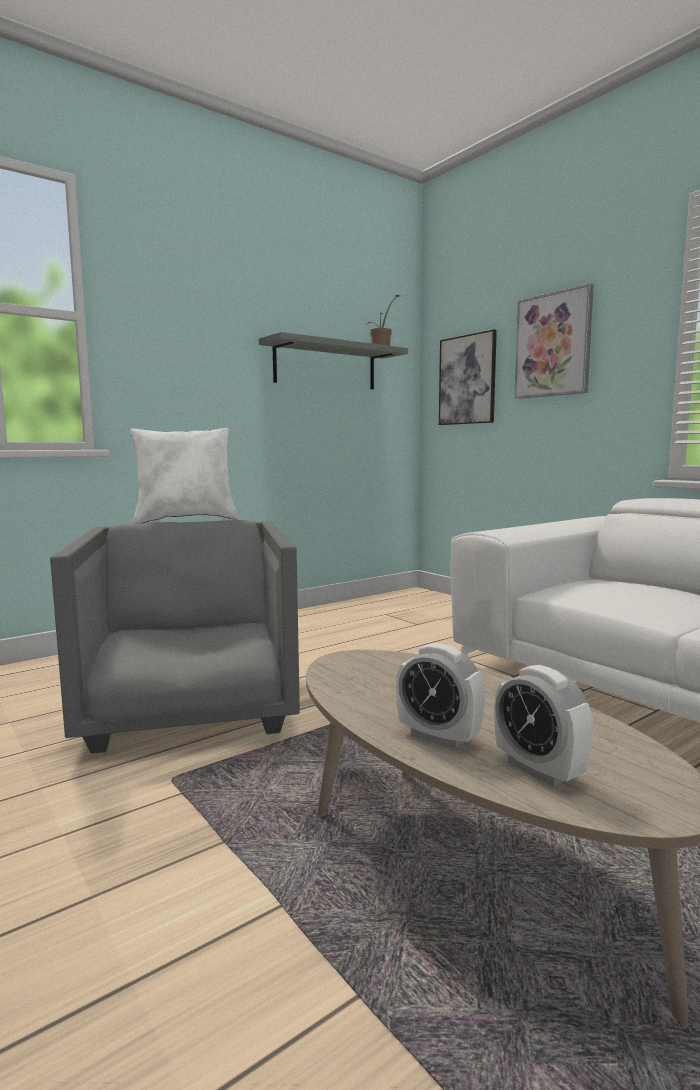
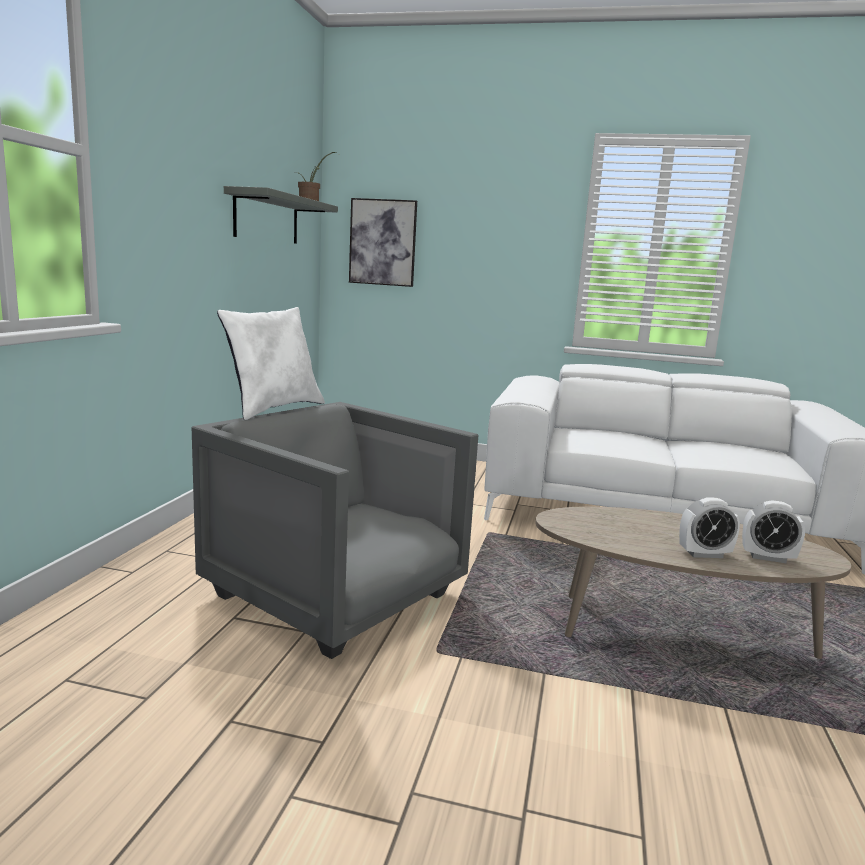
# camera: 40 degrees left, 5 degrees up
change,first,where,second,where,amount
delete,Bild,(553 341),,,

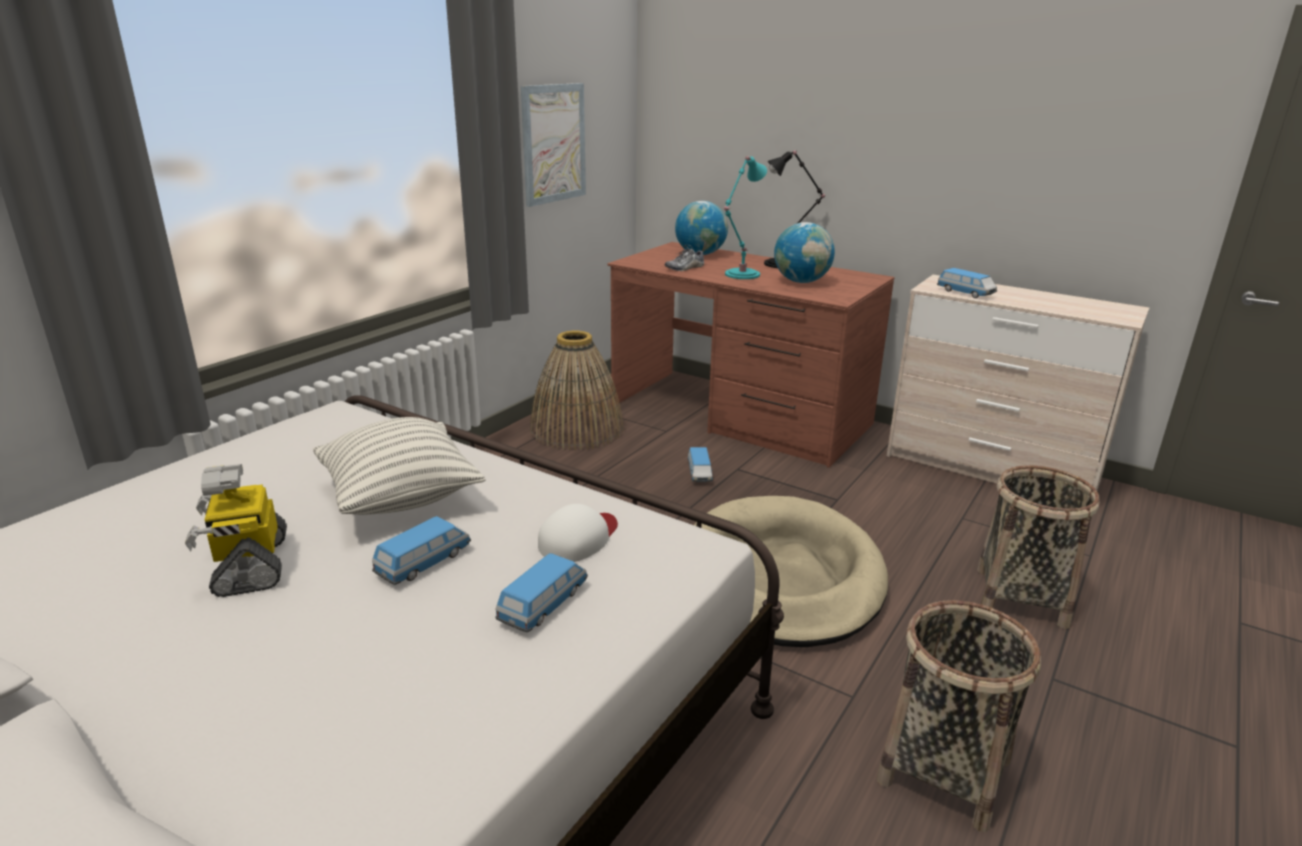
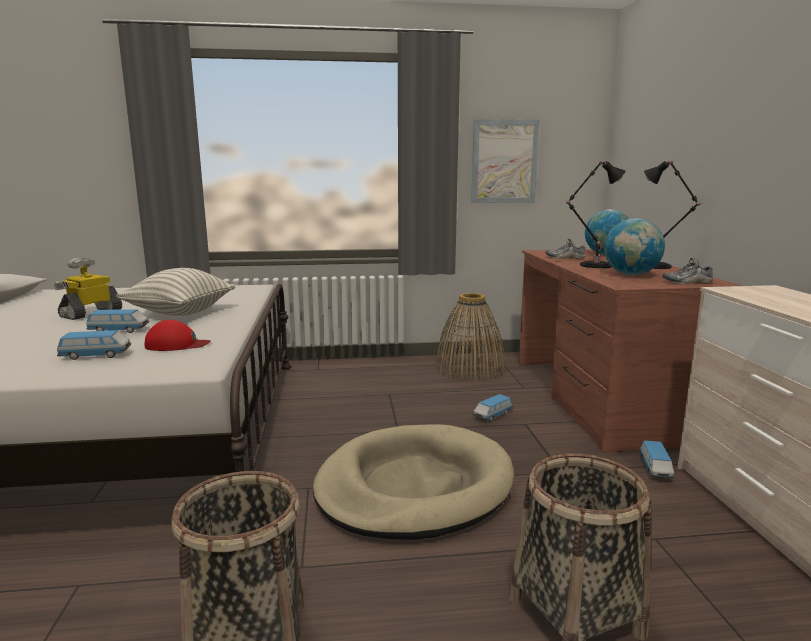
# camera: 50 degrees right, 10 degrees down
change,first,where,second,where,amount
insert,,,Schuh,(687 271),
move,Spielzeugauto,(967 283),,(656 459),
recolor,Kappe [weiß],(578 533),Kappe [rot],(178 335),
recolor,Tischlampe [türkis],(745 217),Tischlampe [schwarz],(595 214),

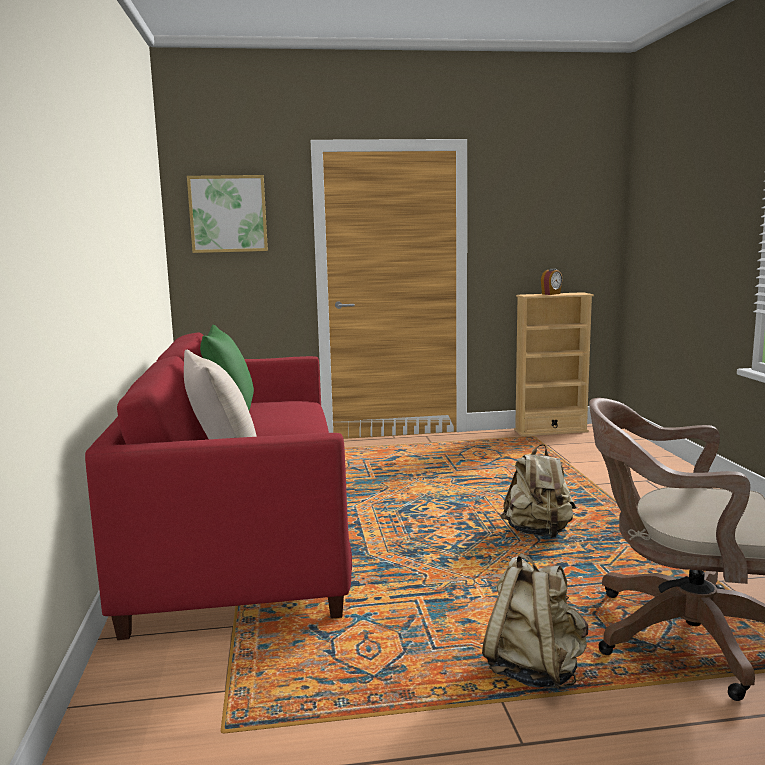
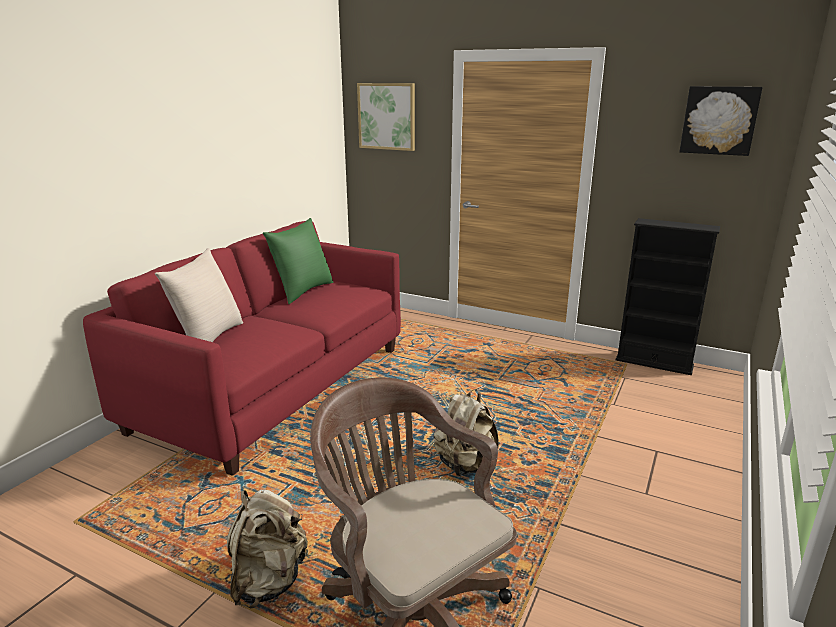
# camera: 35 degrees right, 10 degrees up
change,first,where,second,where,amount
delete,Wecker,(551 282),,,
insert,,,Bild,(721 121),
recolor,Bücherregal [beige],(554 364),Bücherregal [schwarz],(668 296),

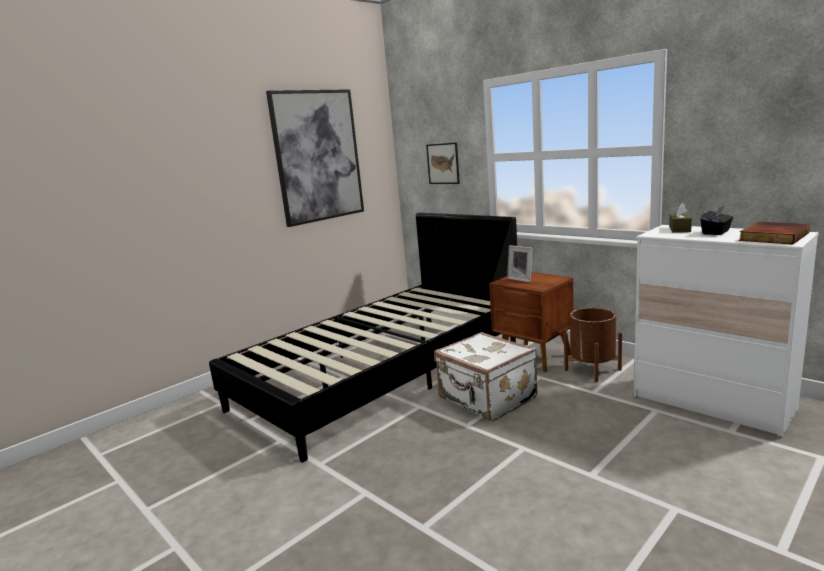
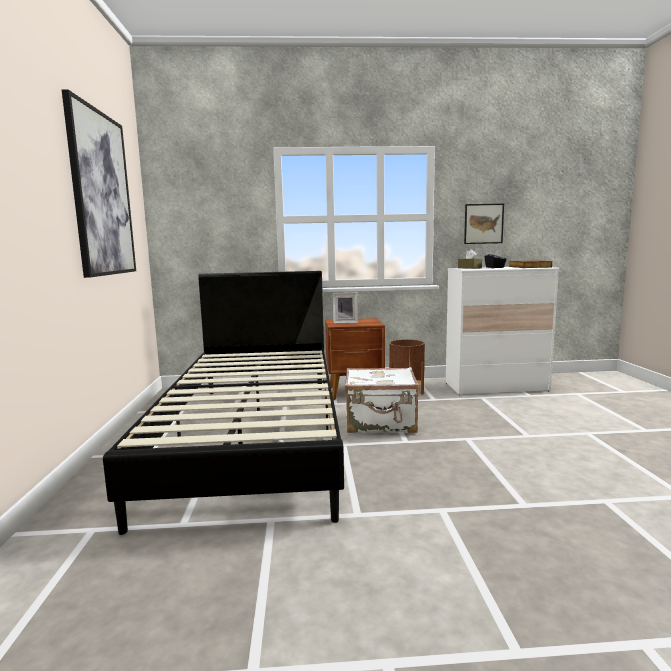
# camera: 50 degrees left, 5 degrees down
change,first,where,second,where,amount
move,Bild,(443 163),,(484 224),

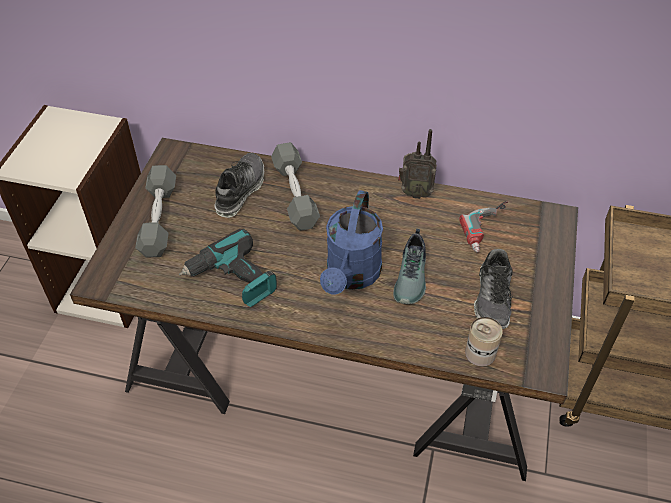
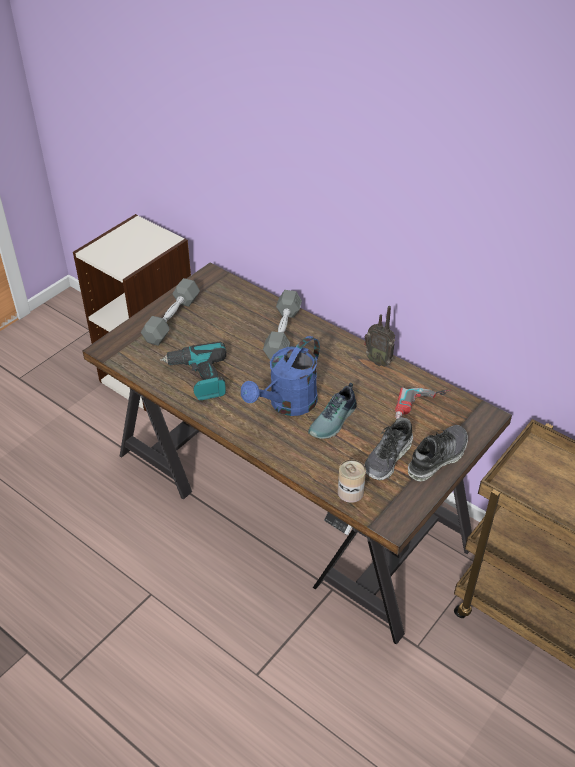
# camera: 25 degrees right, 5 degrees down
change,first,where,second,where,amount
move,Schuh,(239 185),,(438 453),

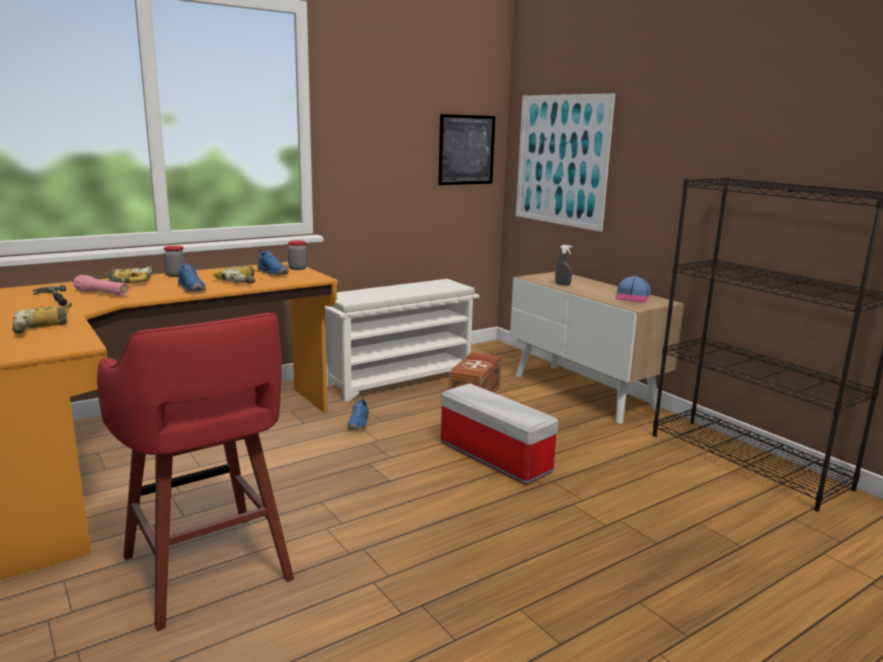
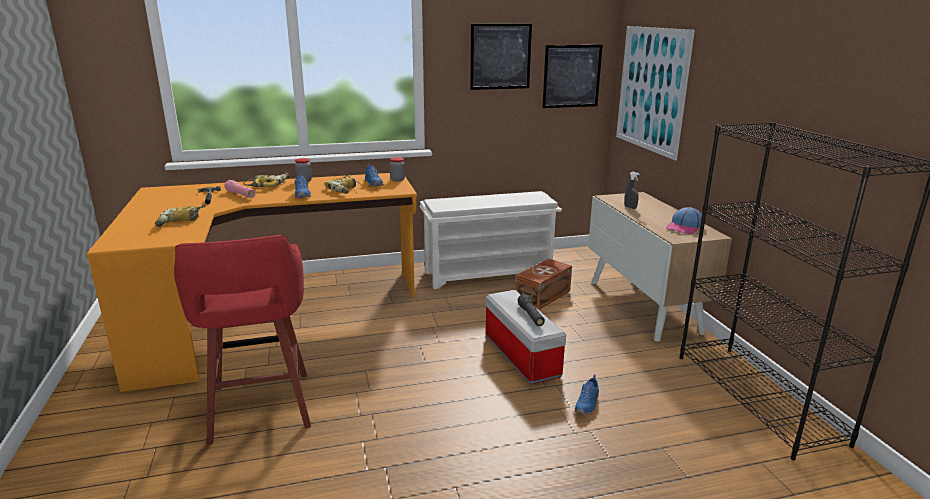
# camera: 20 degrees right, 5 degrees up
change,first,where,second,where,amount
insert,,,Bild,(501 56),
insert,,,Taschenlampe [schwarz],(531 310),
move,Schuh [blau],(358 413),,(586 394),

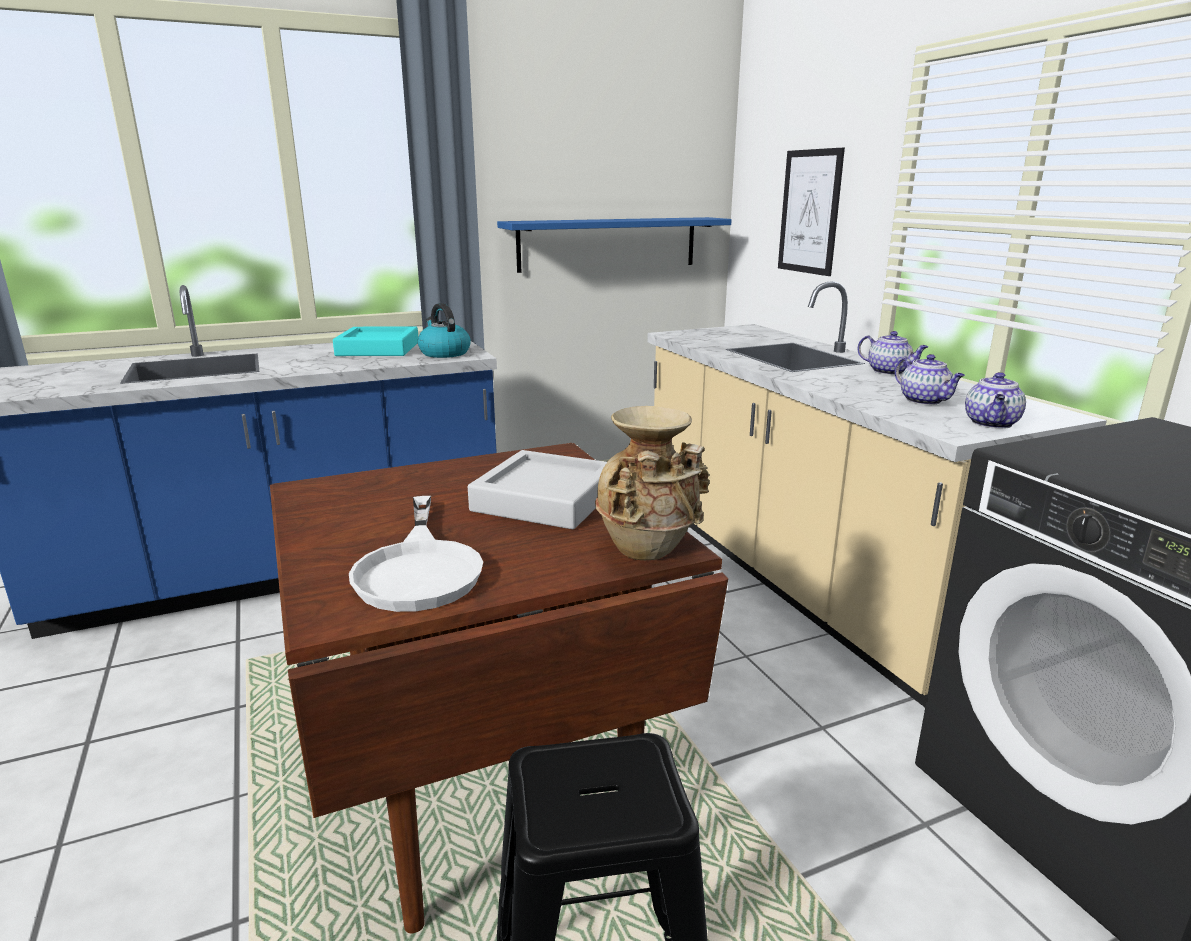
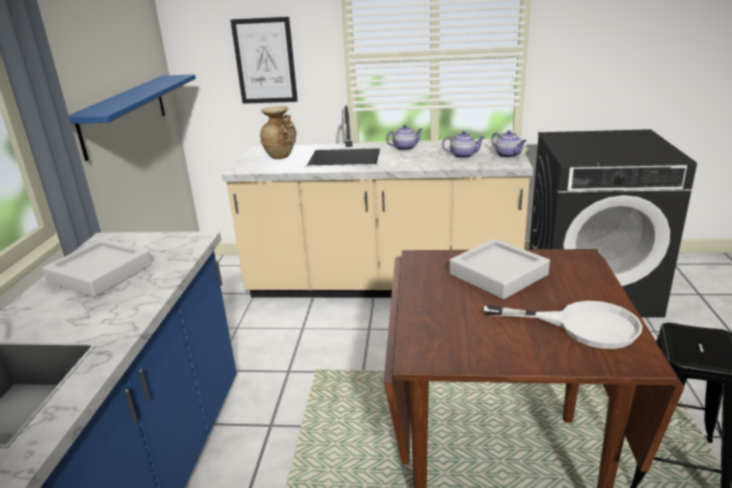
# camera: 60 degrees left, 5 degrees up
change,first,where,second,where,amount
delete,Wasserkessel,(444 330),,,
move,Vase [beige],(652 483),,(278 132),
recolor,Tablett [türkis],(375 341),Tablett [grau],(97 268),

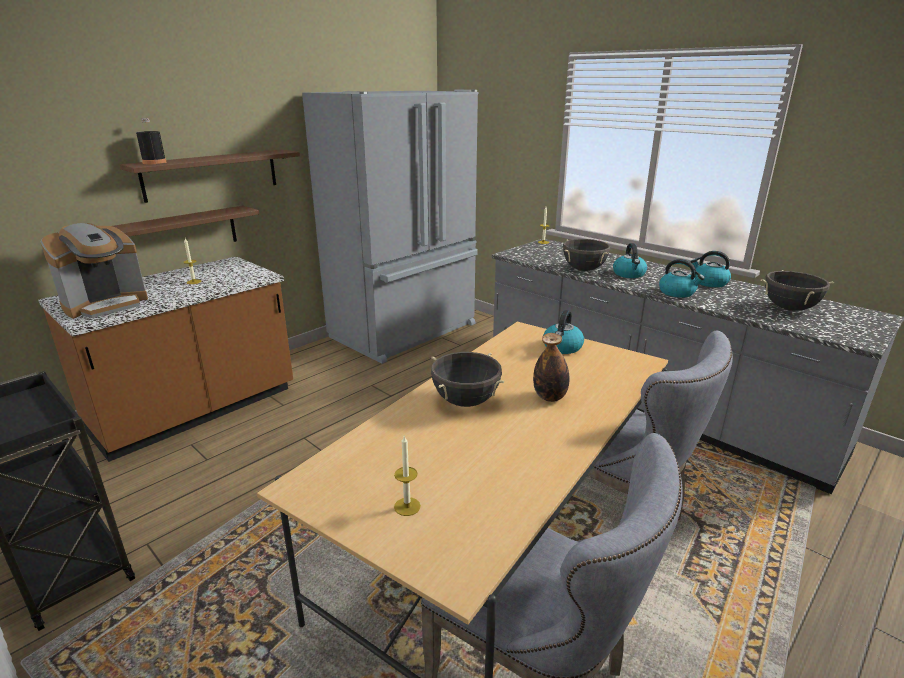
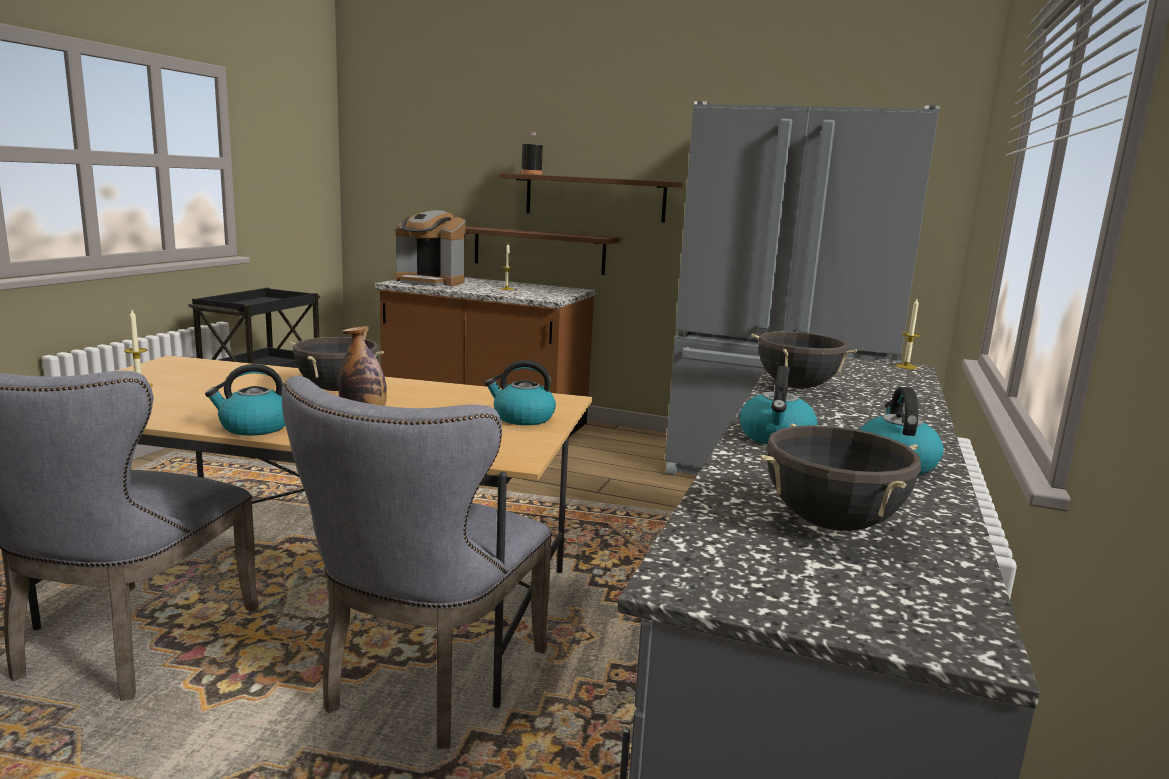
# camera: 65 degrees right, 10 degrees down
change,first,where,second,where,amount
move,Wasserkessel,(630 260),,(245 400),

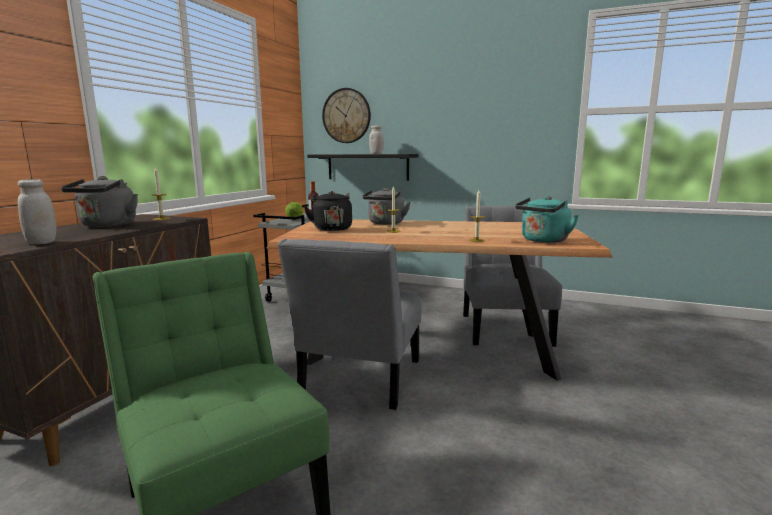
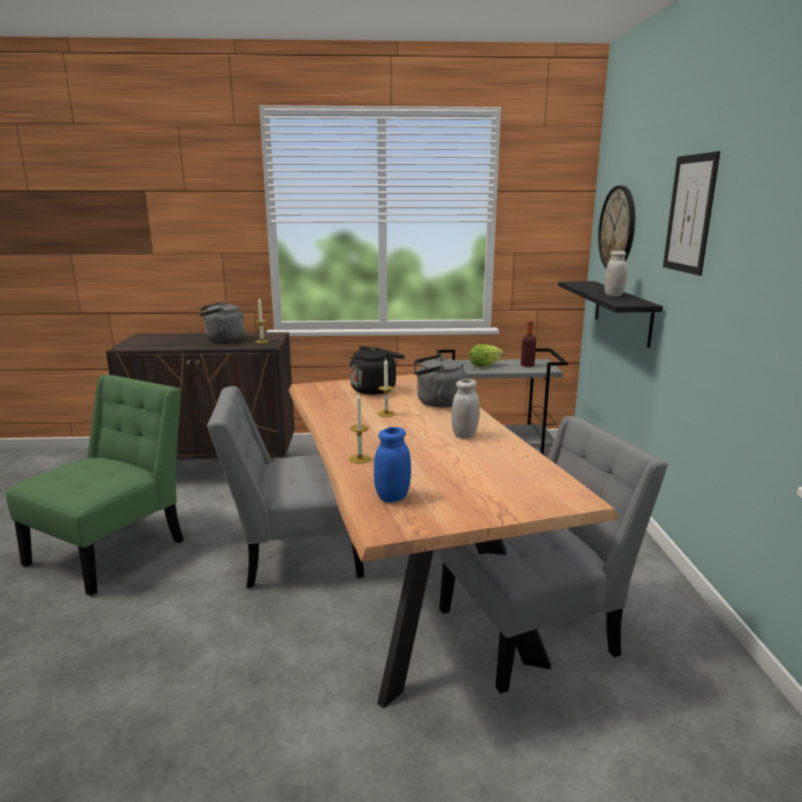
# camera: 65 degrees right, 5 degrees up
change,first,where,second,where,amount
insert,,,Bild,(691 213),
move,Vorratsglas [weiß],(37 211),,(466 409),
replace,Wasserkessel [türkis],(547 219),Vorratsglas [blau],(392 465),

